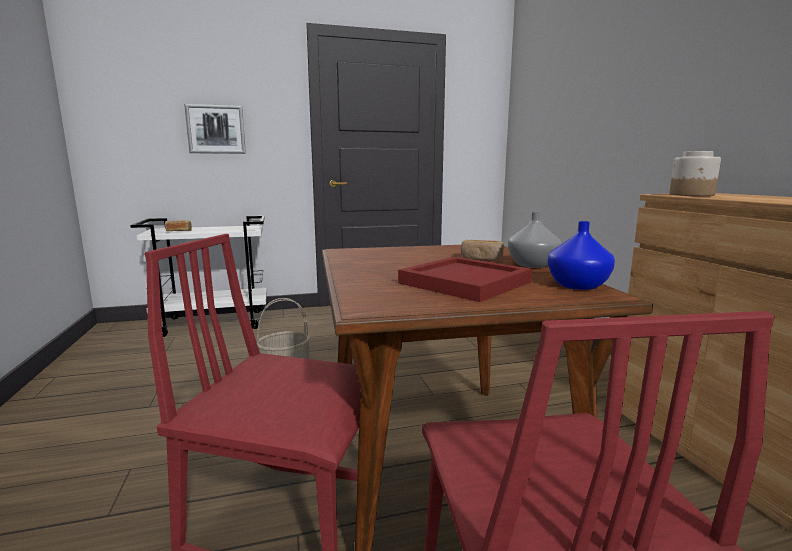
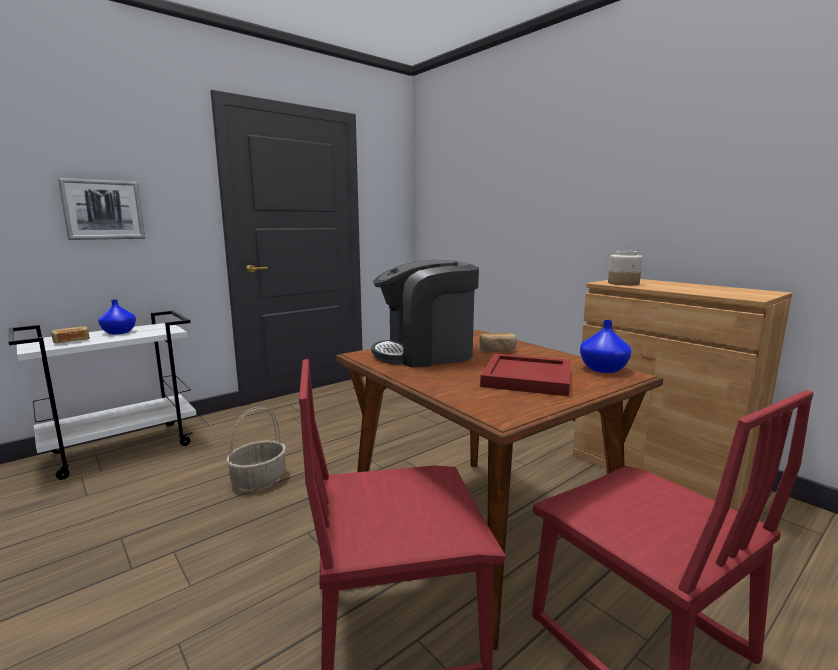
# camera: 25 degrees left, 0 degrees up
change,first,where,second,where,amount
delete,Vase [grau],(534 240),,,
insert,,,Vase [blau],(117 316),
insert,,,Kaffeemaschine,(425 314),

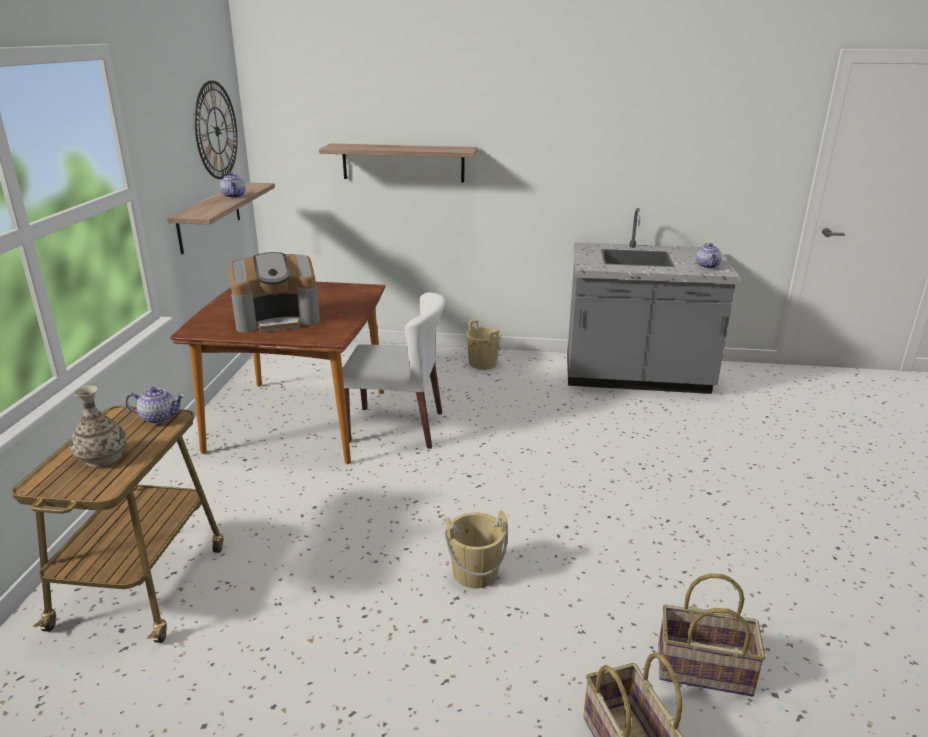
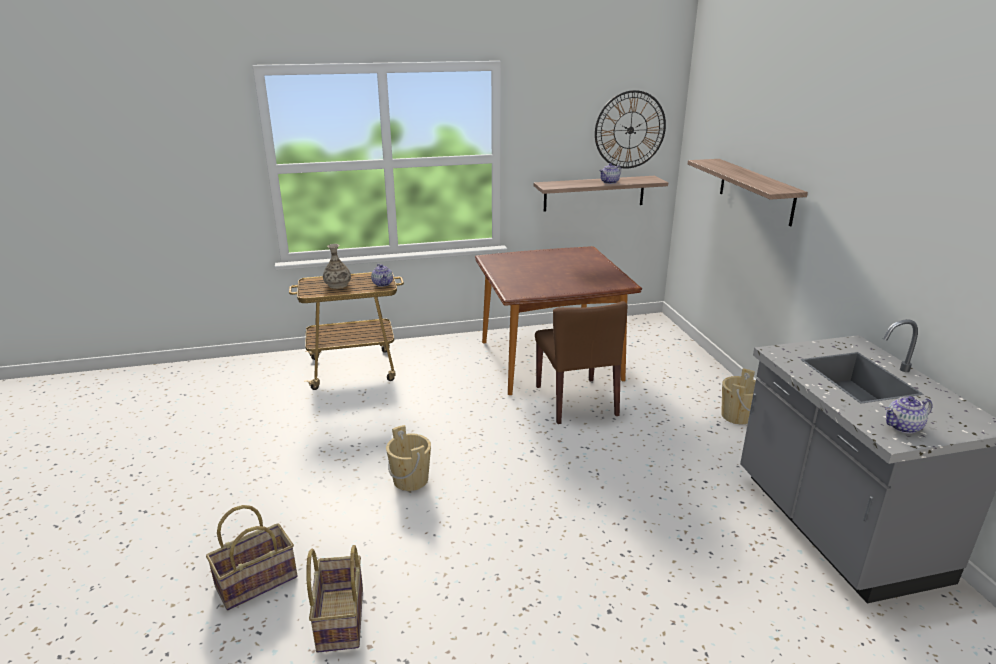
# camera: 70 degrees right, 0 degrees up
change,first,where,second,where,amount
delete,Kaffeemaschine,(274 292),,,
recolor,Stuhl [weiß],(393 370),Stuhl [braun],(581 362),

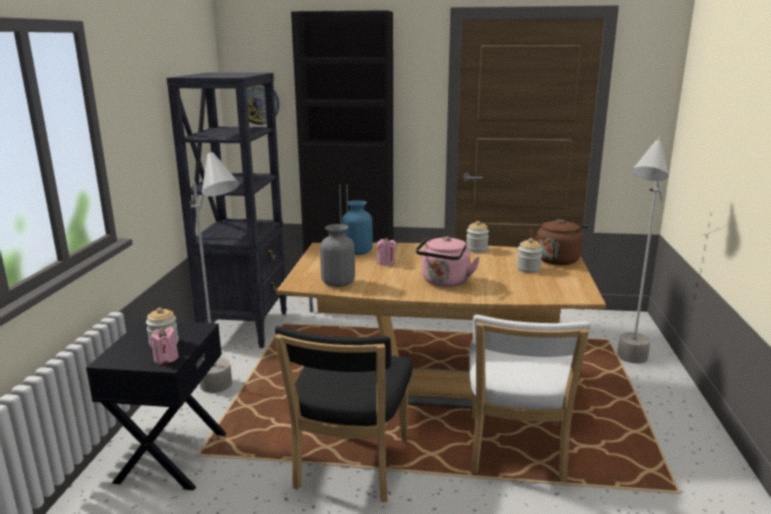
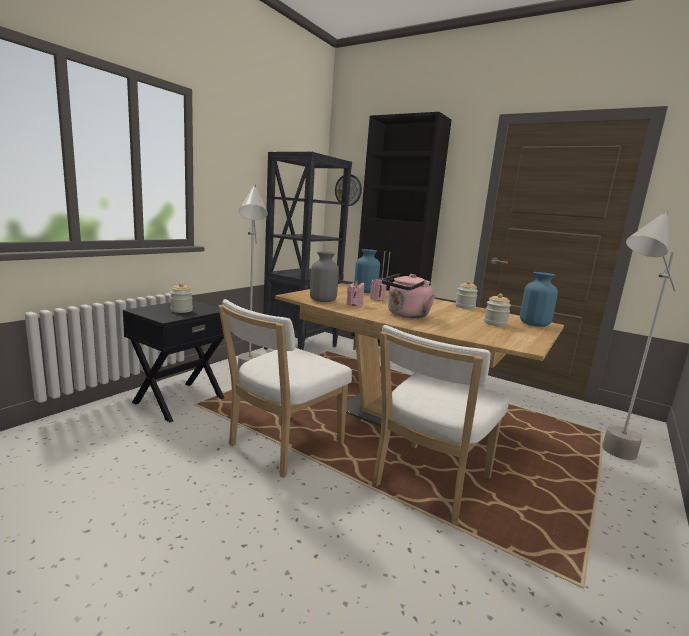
# camera: 25 degrees right, 5 degrees down
change,first,where,second,where,amount
move,Kerze [rosa],(164 345),,(355 293),
replace,Wasserkessel [braun],(559 242),Vase [blau],(539 299),
recolor,Stuhl [schwarz],(343 414),Stuhl [weiß],(285 388),

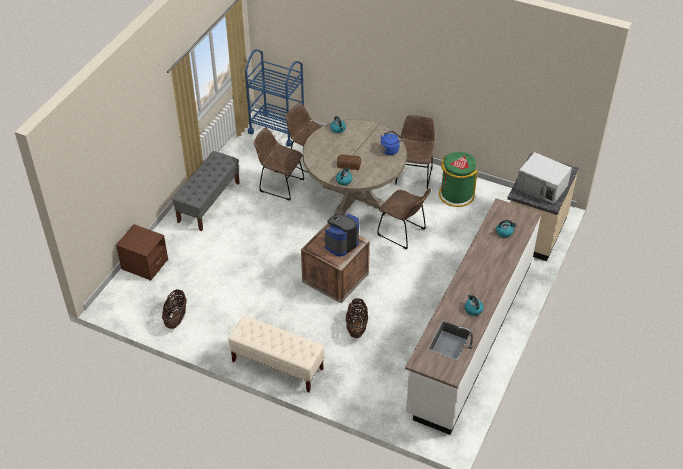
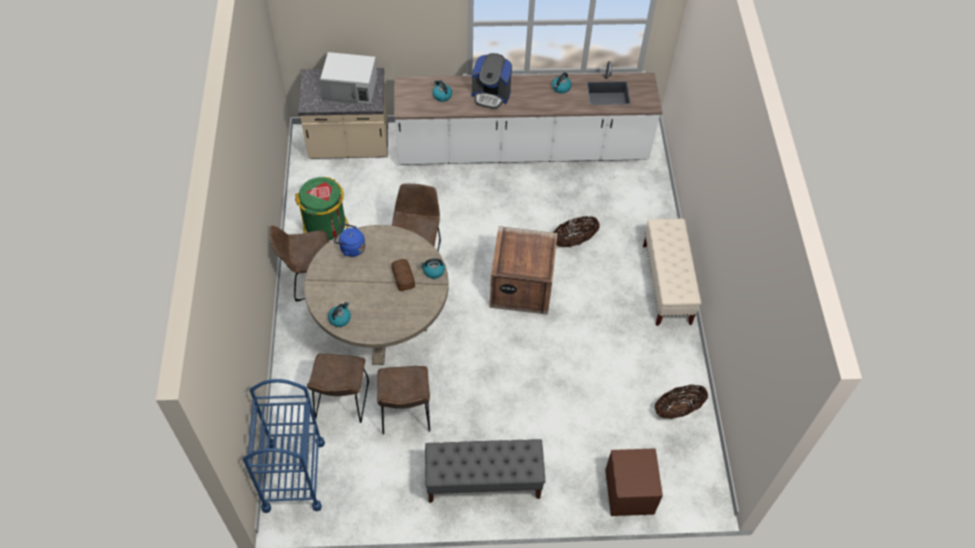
# camera: 120 degrees left, 10 degrees up
change,first,where,second,where,amount
move,Kaffeemaschine,(341 235),,(492 81),
rotate,Mikrowelle [weiß],(544 178),,(348 78),90 degrees clockwise

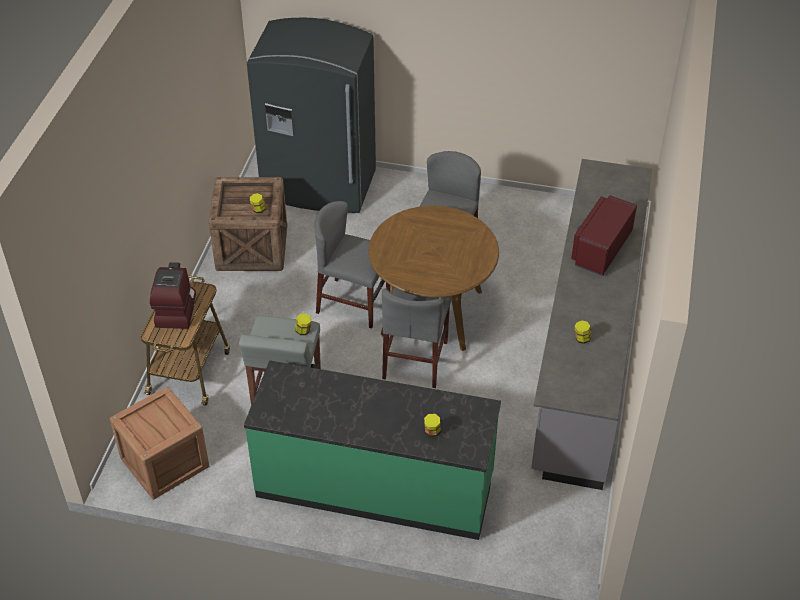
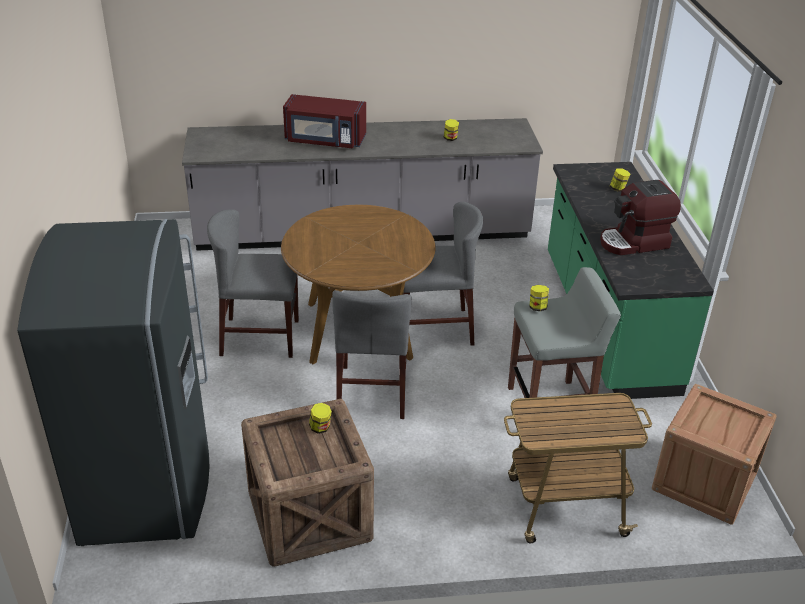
# camera: 110 degrees left, 10 degrees down
change,first,where,second,where,amount
move,Kaffeemaschine,(173 295),,(640 217),

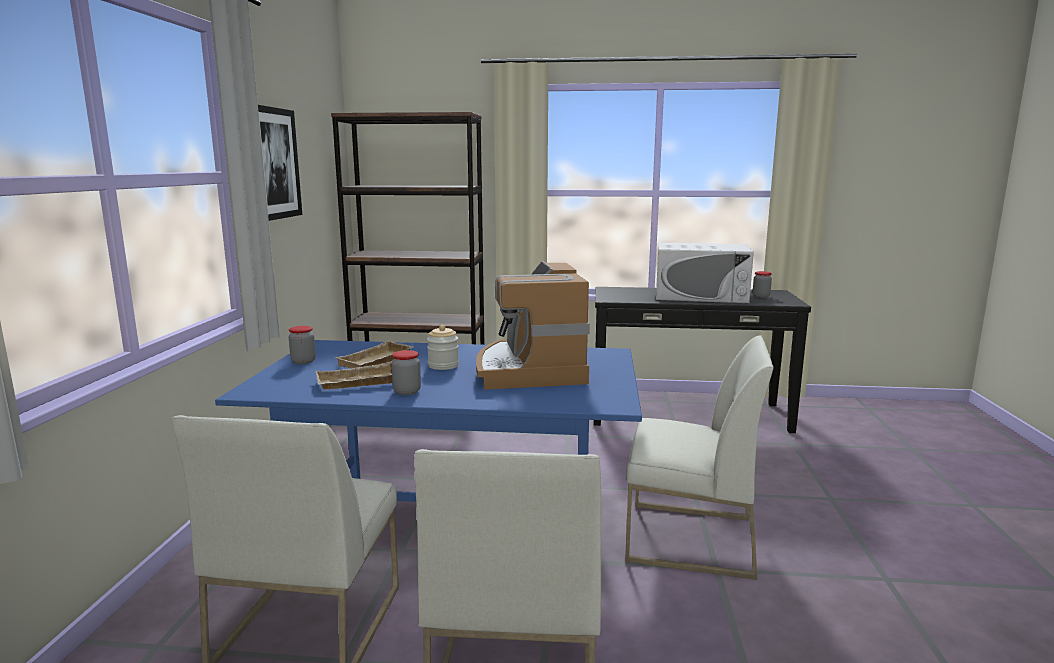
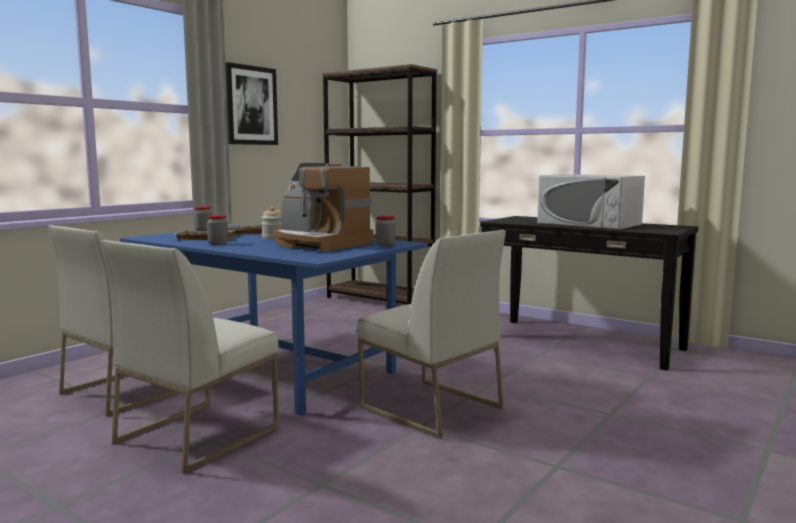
# camera: 30 degrees right, 5 degrees down
change,first,where,second,where,amount
move,Vorratsglas,(762 284),,(385 231),
rotate,Kaffeemaschine,(533 325),,(323 207),75 degrees counterclockwise

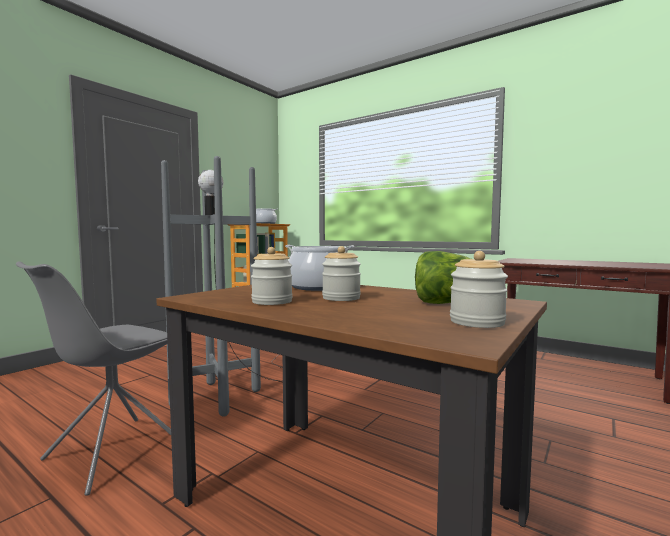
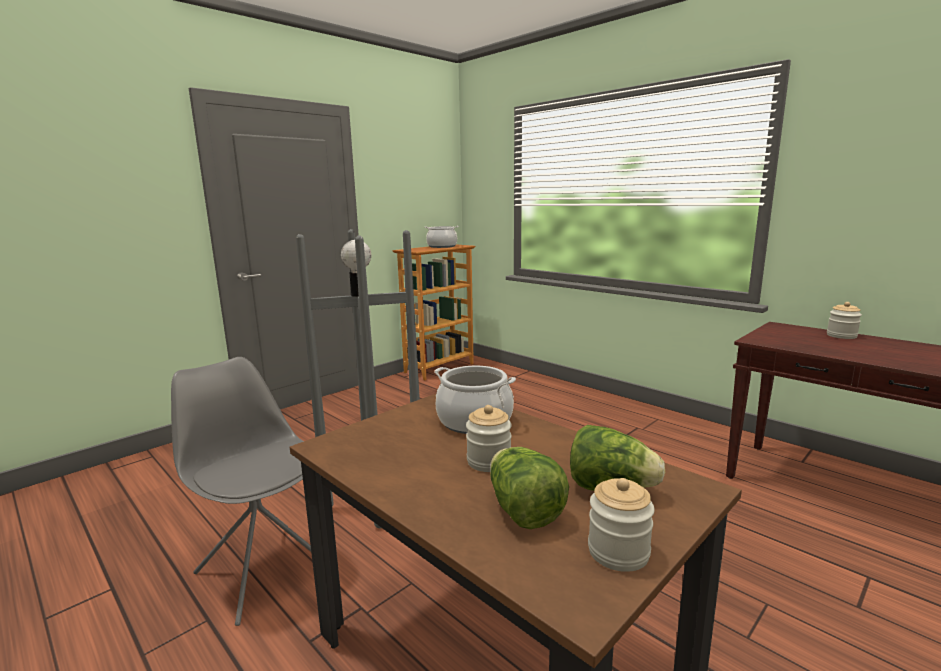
# camera: 10 degrees right, 10 degrees up
change,first,where,second,where,amount
insert,,,Salatkopf,(529 488),
move,Vorratsglas,(272 276),,(844 320),
rotate,Stuhl [grau],(93 378),,(241 491),90 degrees clockwise

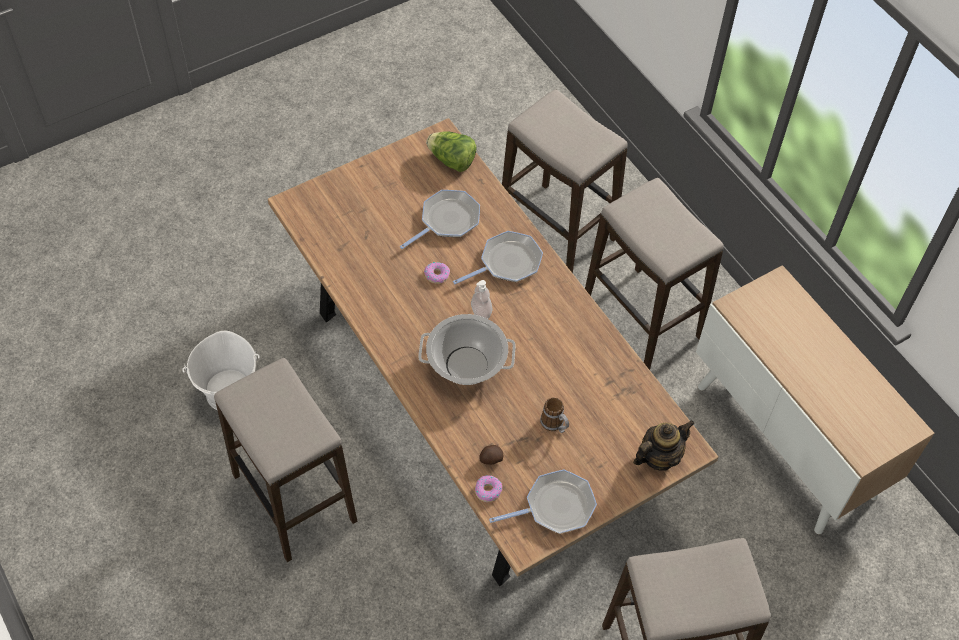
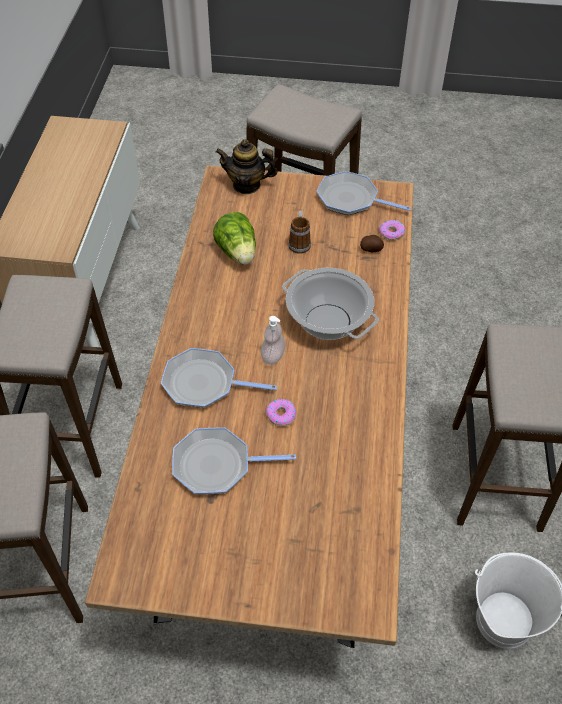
# camera: 140 degrees left, 5 degrees down
change,first,where,second,where,amount
move,Salatkopf,(451 151),,(234 238),

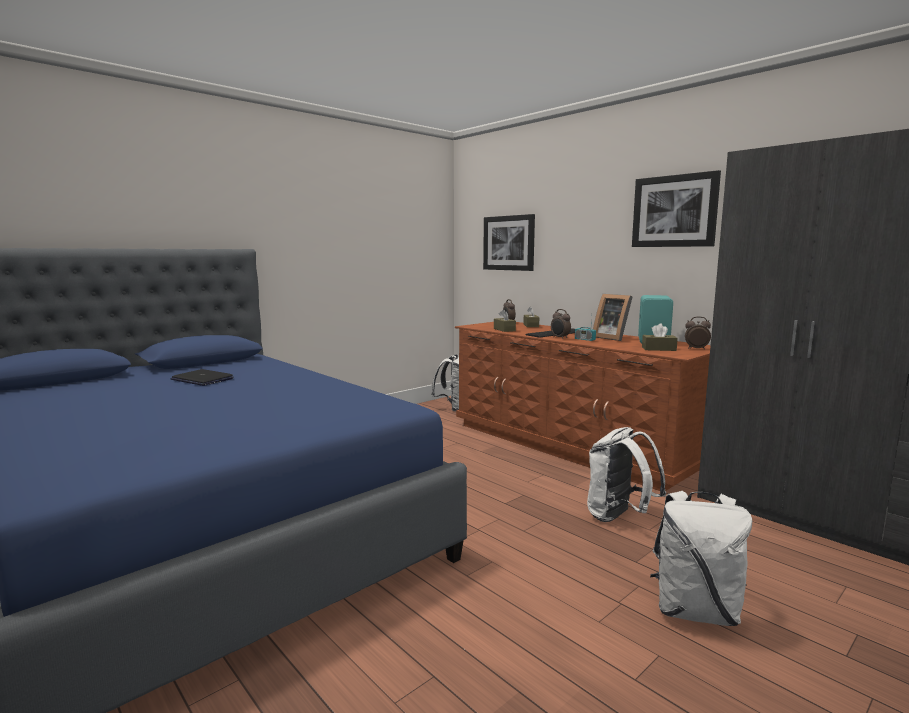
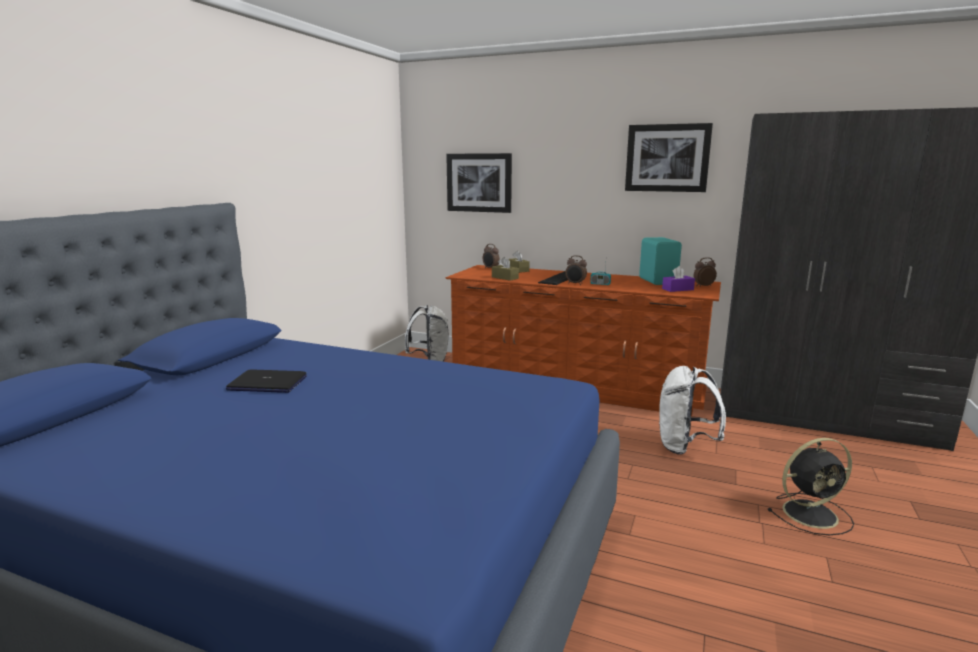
# camera: 25 degrees left, 5 degrees up
change,first,where,second,where,amount
delete,Bilderrahmen,(612 317),,,
replace,Rucksack [weiß],(701 558),Ventilator [schwarz],(810 486),
recolor,Taschentuchbox [braun],(660 337),Taschentuchbox [lila],(678 279),

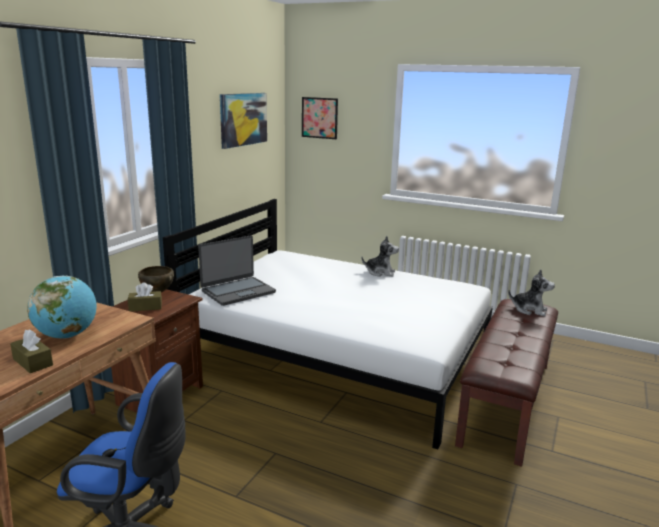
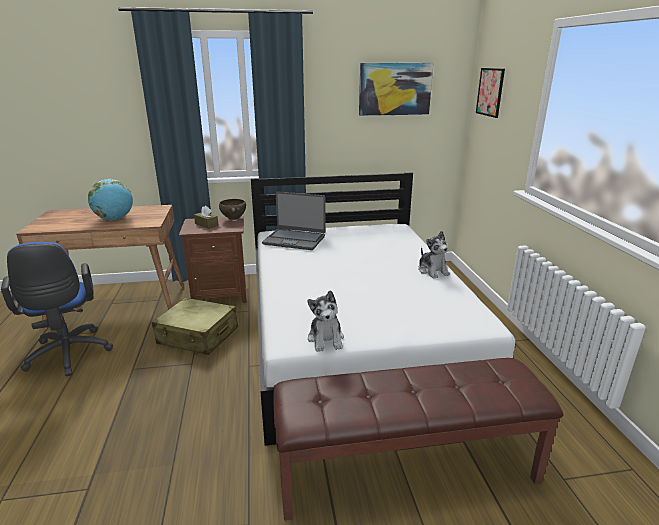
# camera: 55 degrees right, 5 degrees up
change,first,where,second,where,amount
delete,Taschentuchbox [braun],(31 351),,,
insert,,,Koffer [beige],(195 326),
move,Plüschtier,(531 292),,(325 321),

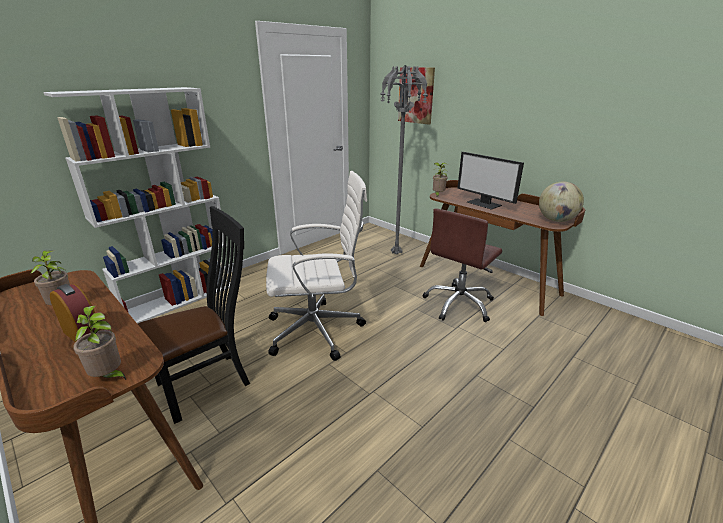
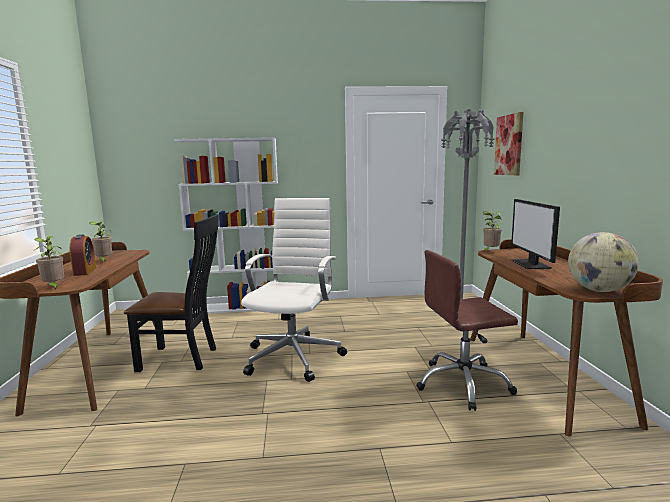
# camera: 40 degrees right, 15 degrees down
change,first,where,second,where,amount
rotate,Bürostuhl [weiß],(316 266),,(294 290),105 degrees counterclockwise

